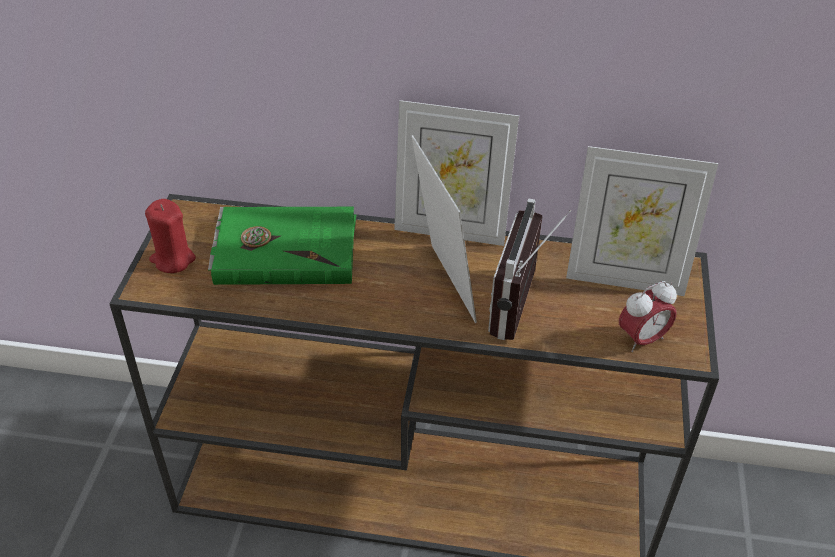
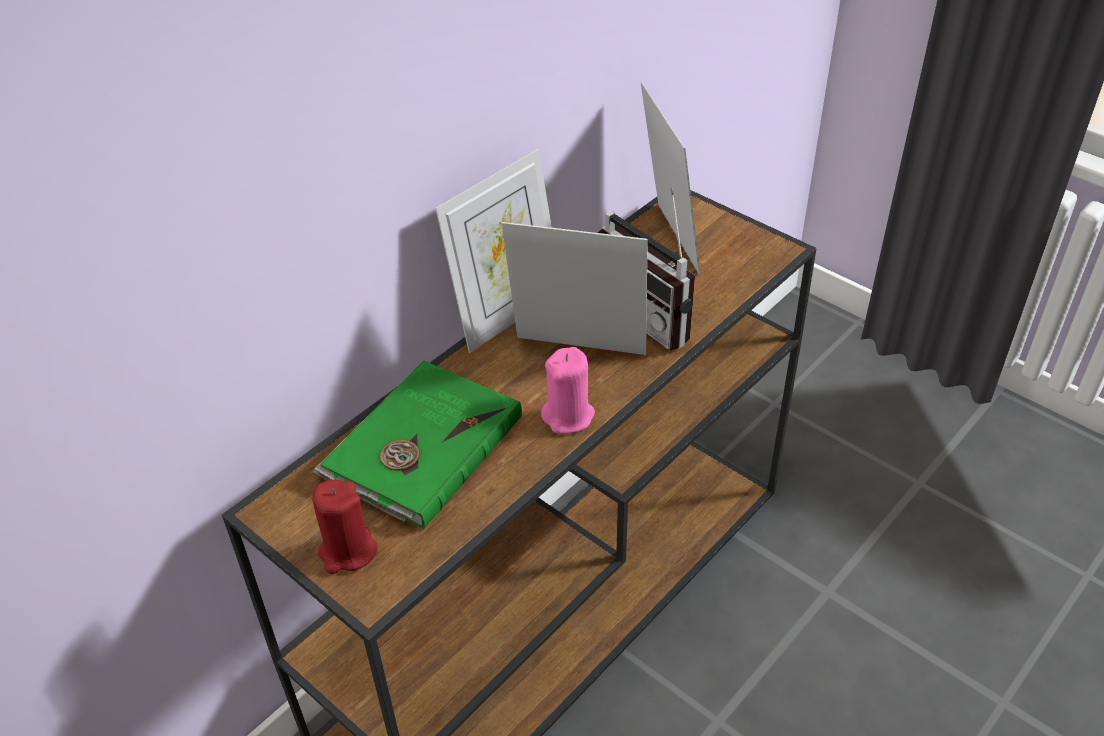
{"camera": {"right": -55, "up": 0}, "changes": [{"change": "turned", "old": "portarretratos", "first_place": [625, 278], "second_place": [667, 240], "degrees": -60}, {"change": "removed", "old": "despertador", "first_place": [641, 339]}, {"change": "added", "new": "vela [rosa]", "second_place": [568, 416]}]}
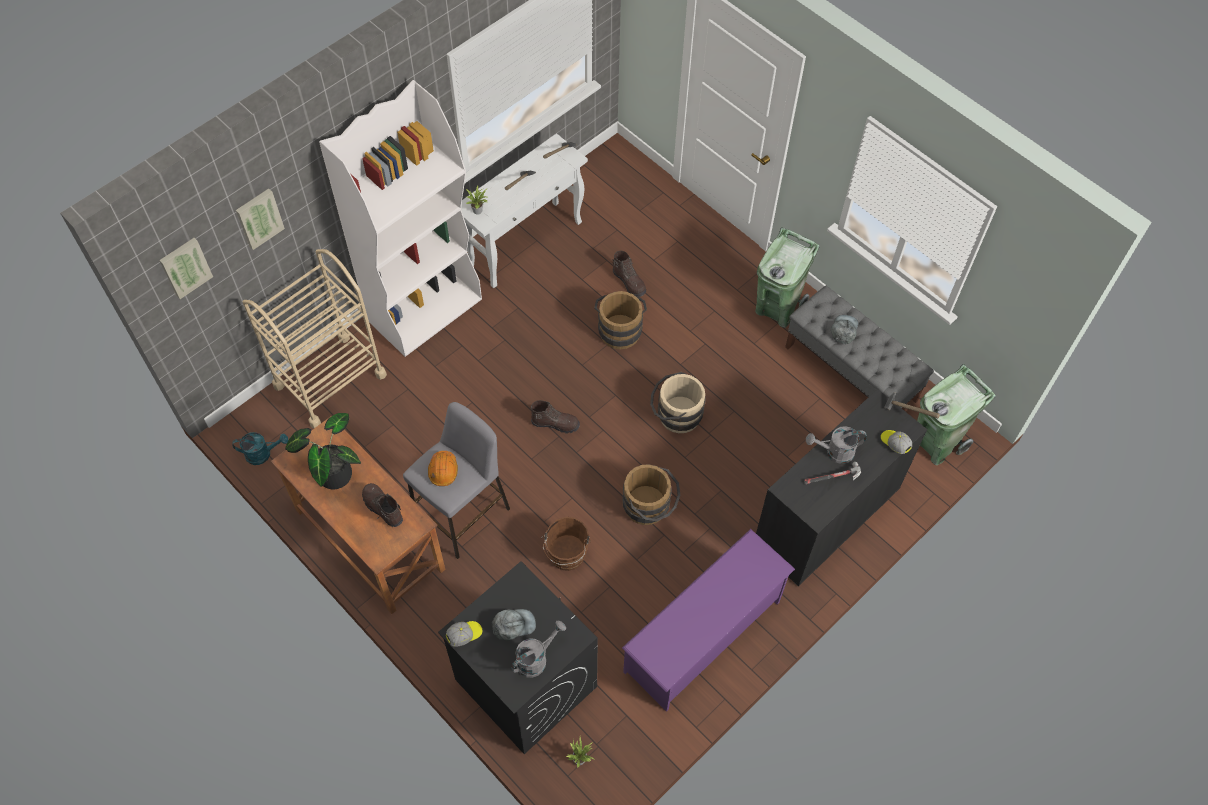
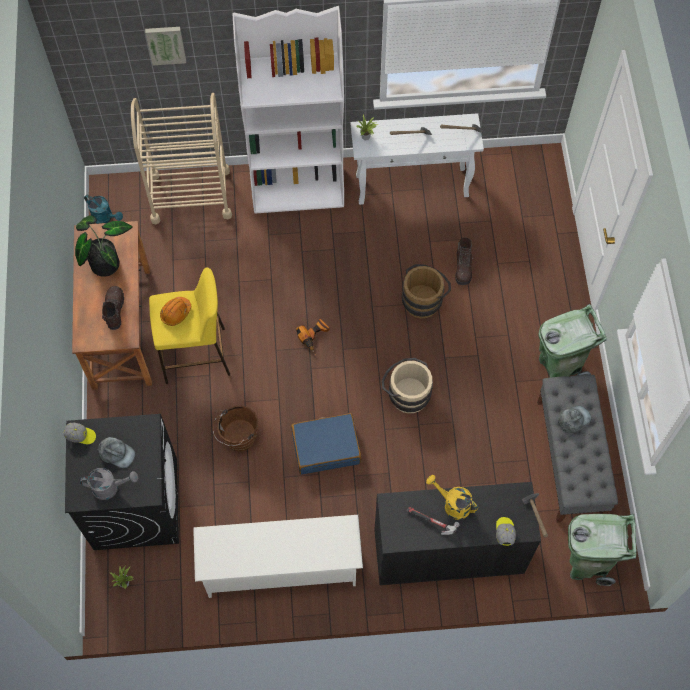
{"camera": {"right": 40, "up": 5}, "changes": [{"change": "removed", "old": "cuadro", "first_place": [185, 267]}, {"change": "replaced", "old": "bota [marrón]", "new": "taladro", "first_place": [555, 423], "second_place": [315, 336]}, {"change": "recoloured", "old": "taburete [gris]", "new": "taburete [amarillo]", "first_place": [463, 514], "second_place": [196, 355]}, {"change": "recoloured", "old": "regadera [gris]", "new": "regadera [amarillo]", "first_place": [835, 452], "second_place": [452, 504]}, {"change": "replaced", "old": "cubo [marrón]", "new": "maleta [azul]", "first_place": [649, 508], "second_place": [326, 447]}, {"change": "recoloured", "old": "zapatero [morado]", "new": "zapatero [blanco]", "first_place": [703, 636], "second_place": [280, 567]}]}
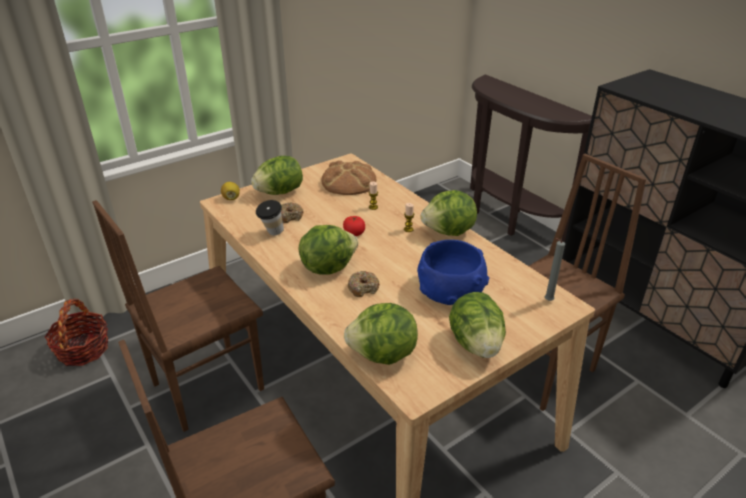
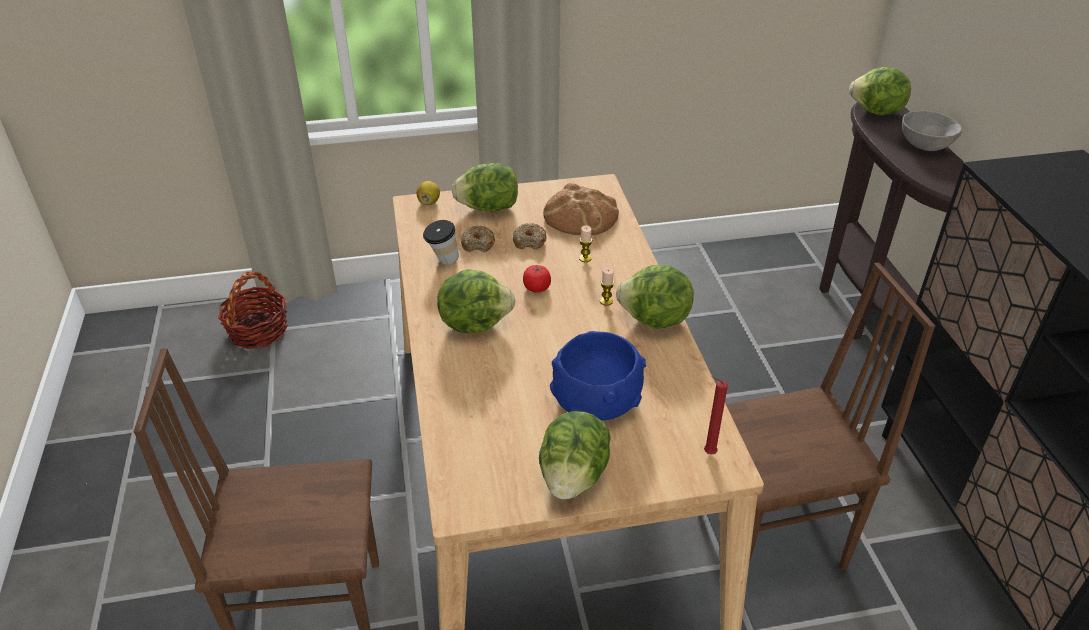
{"camera": {"right": 25, "up": 5}, "changes": [{"change": "removed", "old": "silla [marrón]", "first_place": [206, 386]}, {"change": "recoloured", "old": "vela [gris]", "new": "vela [rojo]", "first_place": [547, 301], "second_place": [707, 453]}, {"change": "moved", "old": "rosquilla", "first_place": [363, 288], "second_place": [529, 241]}, {"change": "moved", "old": "lechuga", "first_place": [383, 355], "second_place": [876, 112]}, {"change": "added", "new": "cuenco [gris]", "second_place": [924, 145]}]}
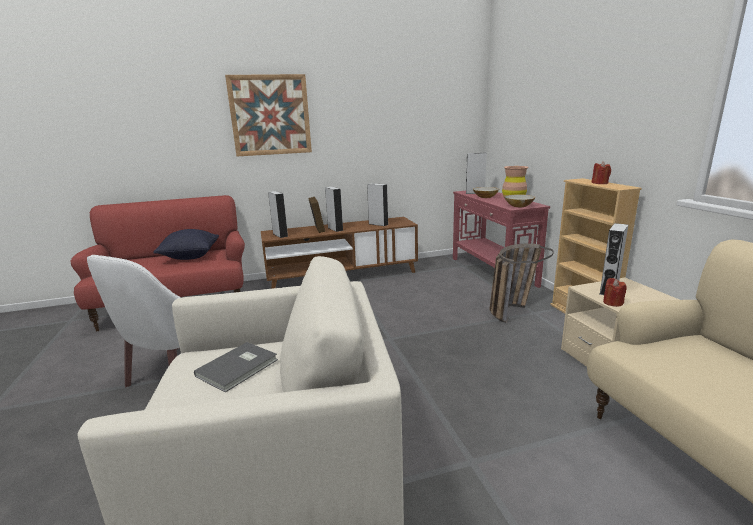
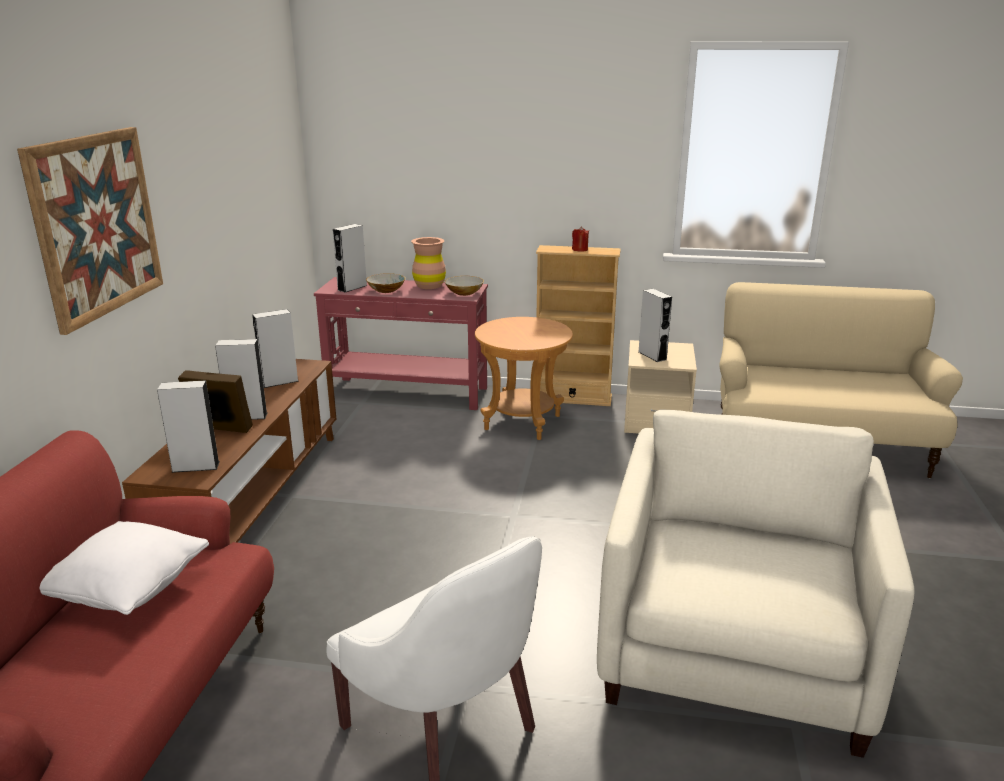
{"camera": {"right": -65, "up": 5}, "changes": [{"change": "recoloured", "old": "cojín [negro]", "new": "cojín [blanco]", "first_place": [190, 257], "second_place": [129, 592]}, {"change": "replaced", "old": "cesta", "new": "mesa auxiliar [marrón]", "first_place": [513, 310], "second_place": [522, 422]}, {"change": "removed", "old": "vela [rojo]", "first_place": [612, 303]}, {"change": "removed", "old": "libro [gris]", "first_place": [239, 368]}]}
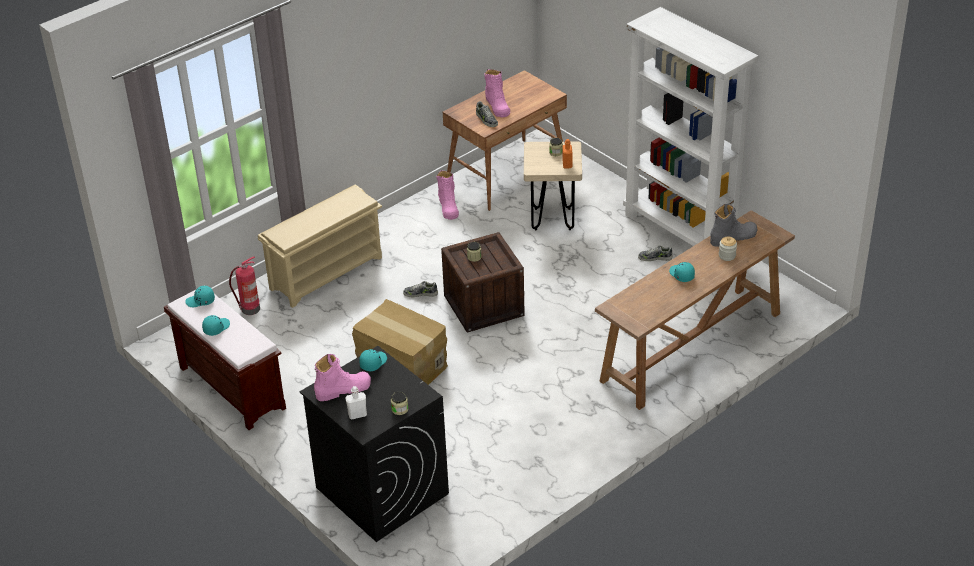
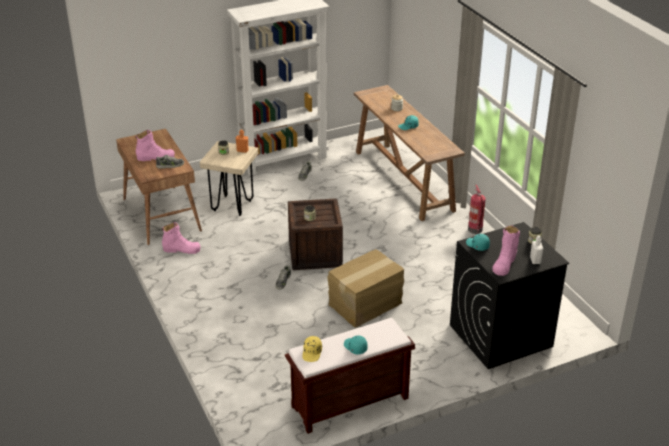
{"camera": {"right": -75, "up": -5}, "changes": [{"change": "removed", "old": "zapatero [beis]", "first_place": [326, 272]}, {"change": "removed", "old": "bota [gris]", "first_place": [733, 237]}, {"change": "moved", "old": "extintor", "first_place": [250, 309], "second_place": [475, 230]}, {"change": "recoloured", "old": "gorra [turquesa]", "new": "gorra [amarillo]", "first_place": [200, 301], "second_place": [312, 353]}, {"change": "turned", "old": "bota [rosa]", "first_place": [343, 390], "second_place": [504, 263], "degrees": -150}]}
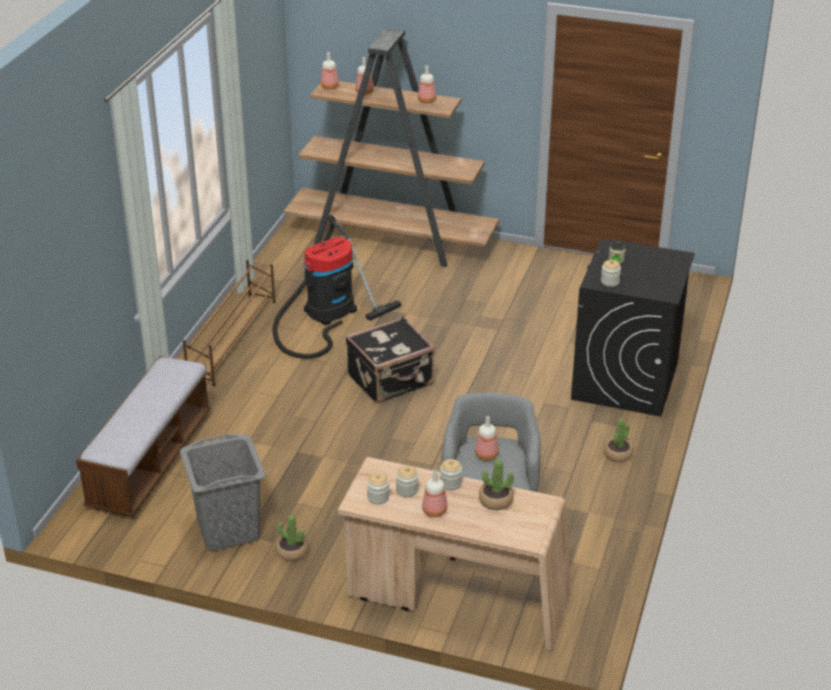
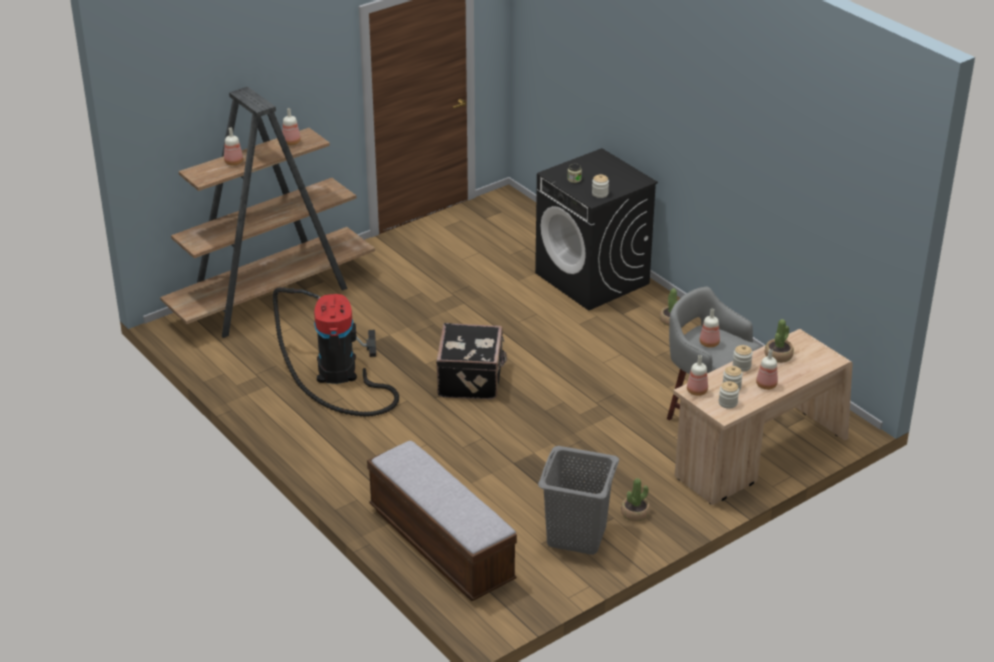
{"camera": {"right": -55, "up": 0}, "changes": [{"change": "moved", "old": "botella", "first_place": [329, 86], "second_place": [696, 391]}, {"change": "removed", "old": "zapatero [marrón]", "first_place": [233, 339]}]}
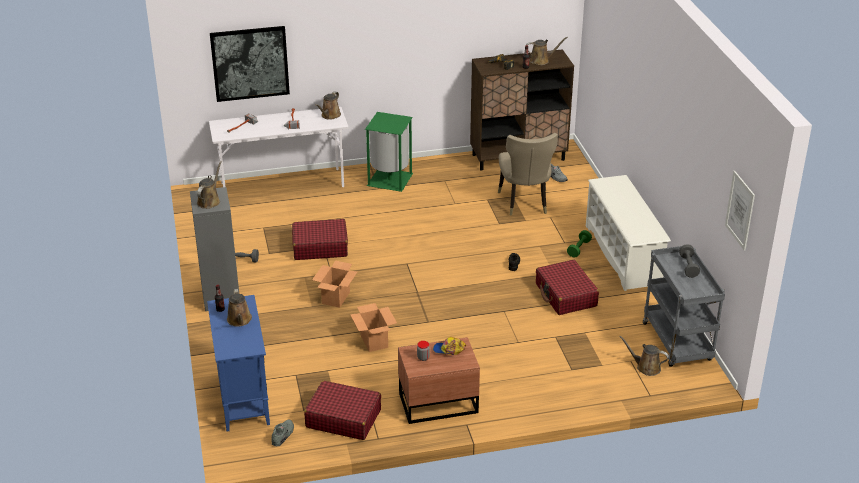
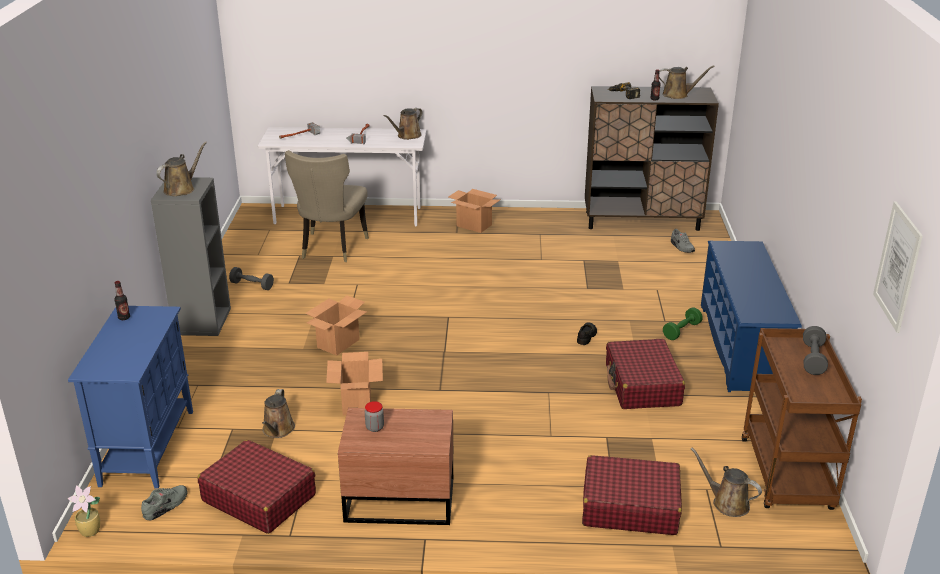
{"camera": {"right": 15, "up": -5}, "changes": [{"change": "removed", "old": "cuadro", "first_place": [250, 63]}, {"change": "replaced", "old": "papelera [verde]", "new": "caja de cartón", "first_place": [389, 180], "second_place": [473, 225]}, {"change": "moved", "old": "silla [beis]", "first_place": [525, 203], "second_place": [331, 249]}, {"change": "recoloured", "old": "zapatero [blanco]", "new": "zapatero [azul]", "first_place": [623, 254], "second_place": [741, 346]}, {"change": "moved", "old": "maleta [rojo]", "first_place": [320, 247], "second_place": [629, 507]}, {"change": "recoloured", "old": "carrito [gris]", "new": "carrito [marrón]", "first_place": [678, 343], "second_place": [788, 476]}, {"change": "moved", "old": "regadera [marrón]", "first_place": [239, 320], "second_place": [278, 430]}, {"change": "removed", "old": "gorra", "first_place": [449, 350]}, {"change": "added", "new": "planta en maceta", "second_place": [91, 531]}]}
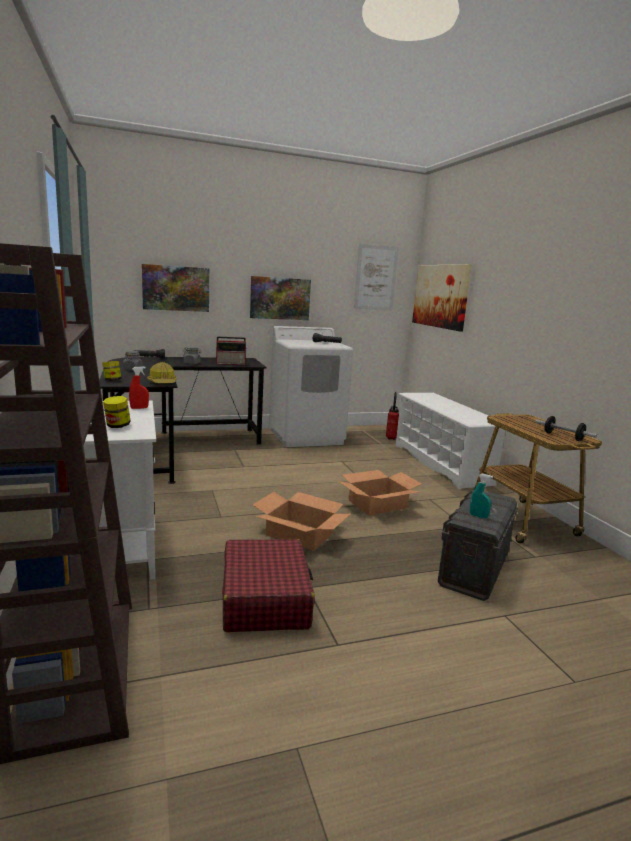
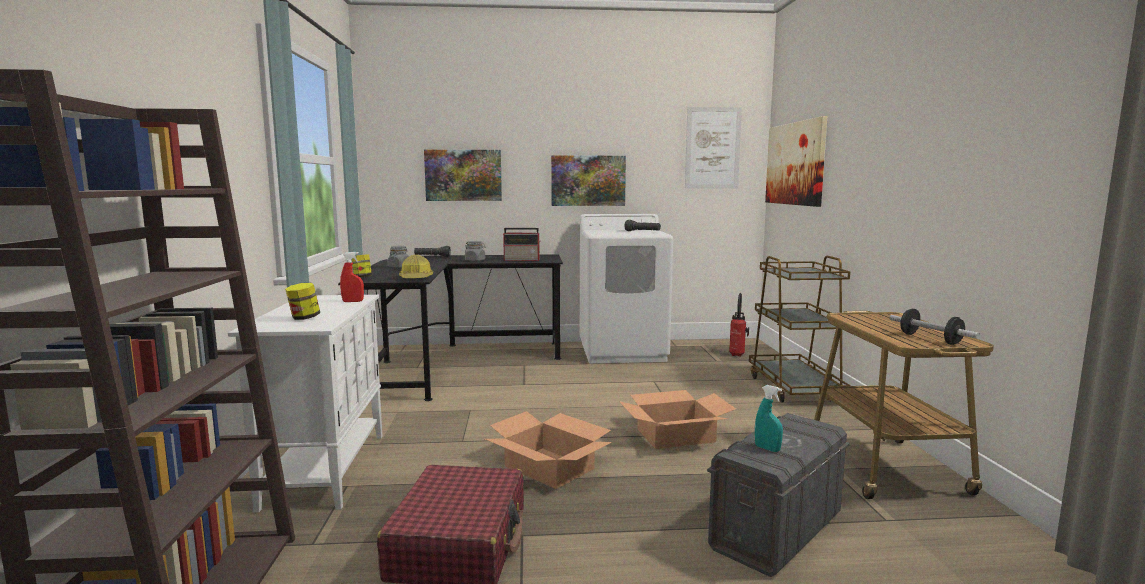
{"camera": {"right": 15, "up": -5}, "changes": [{"change": "replaced", "old": "zapatero [blanco]", "new": "carrito [marrón]", "first_place": [441, 464], "second_place": [794, 388]}]}
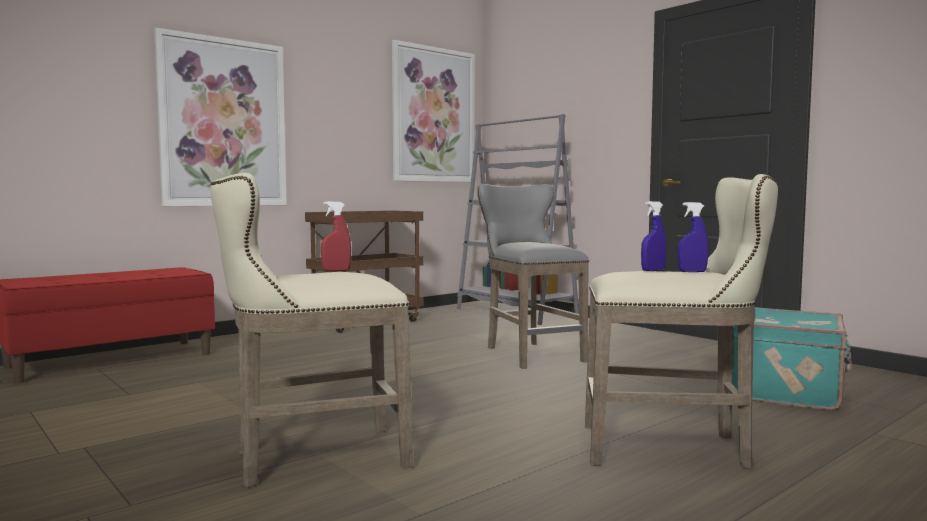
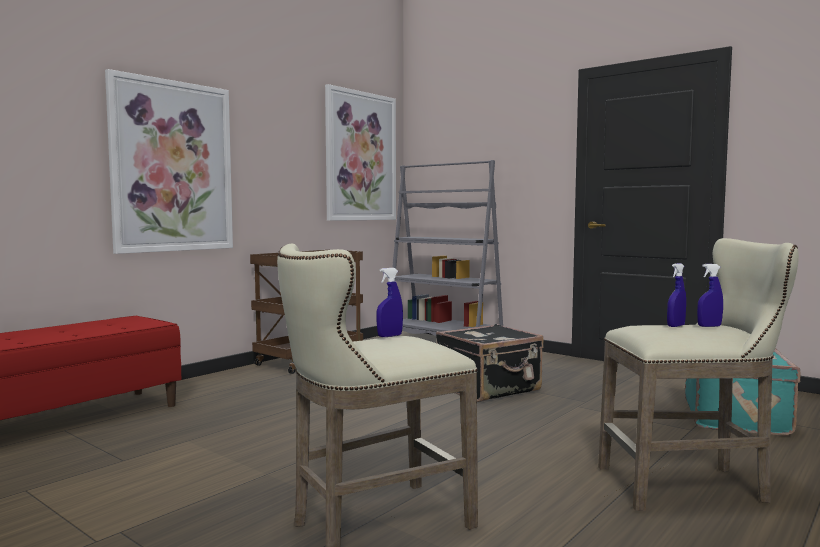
{"camera": {"right": -10, "up": 0}, "changes": [{"change": "replaced", "old": "taburete [gris]", "new": "maleta [negro]", "first_place": [530, 353], "second_place": [490, 389]}, {"change": "recoloured", "old": "pulverizador [rojo]", "new": "pulverizador [azul]", "first_place": [336, 270], "second_place": [389, 336]}]}
